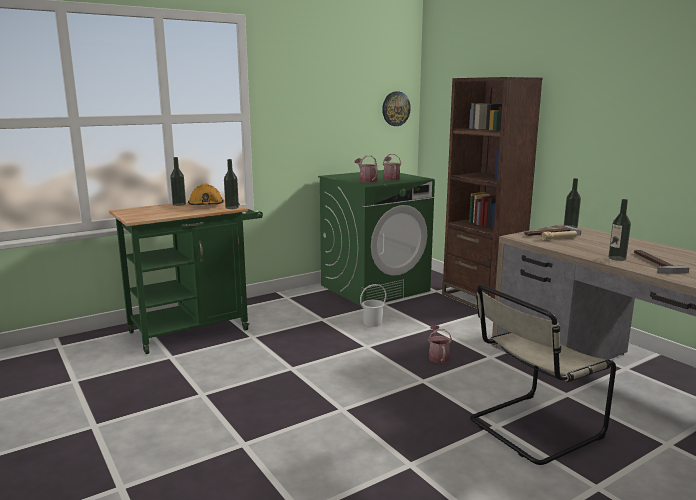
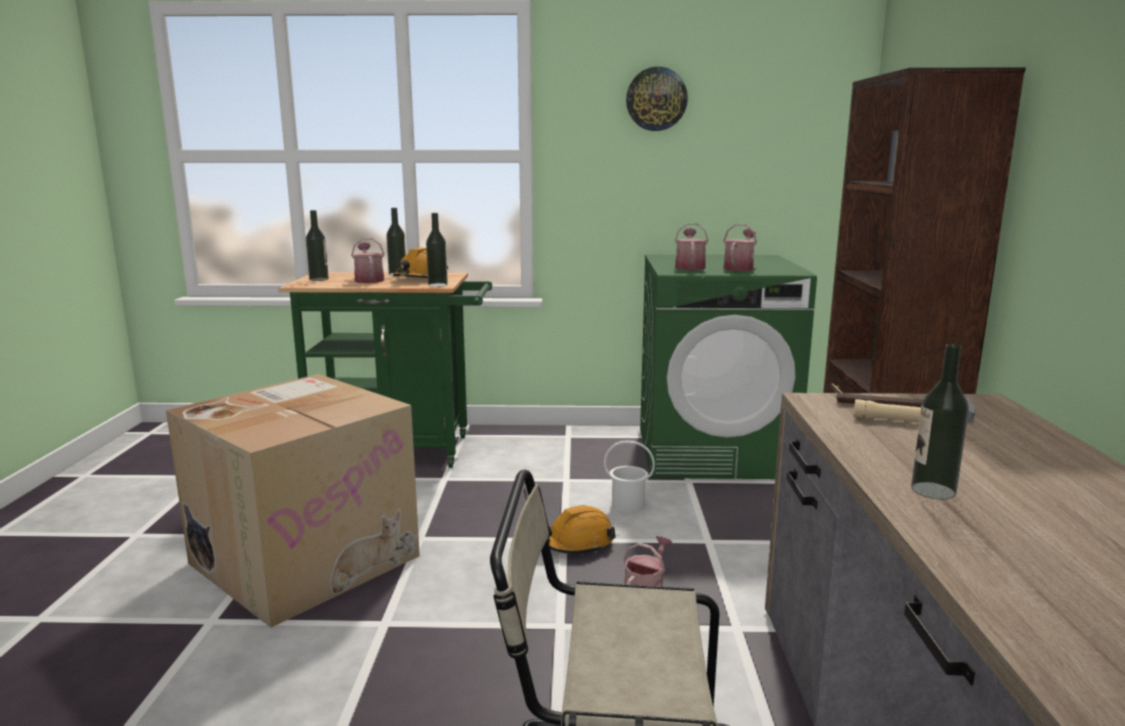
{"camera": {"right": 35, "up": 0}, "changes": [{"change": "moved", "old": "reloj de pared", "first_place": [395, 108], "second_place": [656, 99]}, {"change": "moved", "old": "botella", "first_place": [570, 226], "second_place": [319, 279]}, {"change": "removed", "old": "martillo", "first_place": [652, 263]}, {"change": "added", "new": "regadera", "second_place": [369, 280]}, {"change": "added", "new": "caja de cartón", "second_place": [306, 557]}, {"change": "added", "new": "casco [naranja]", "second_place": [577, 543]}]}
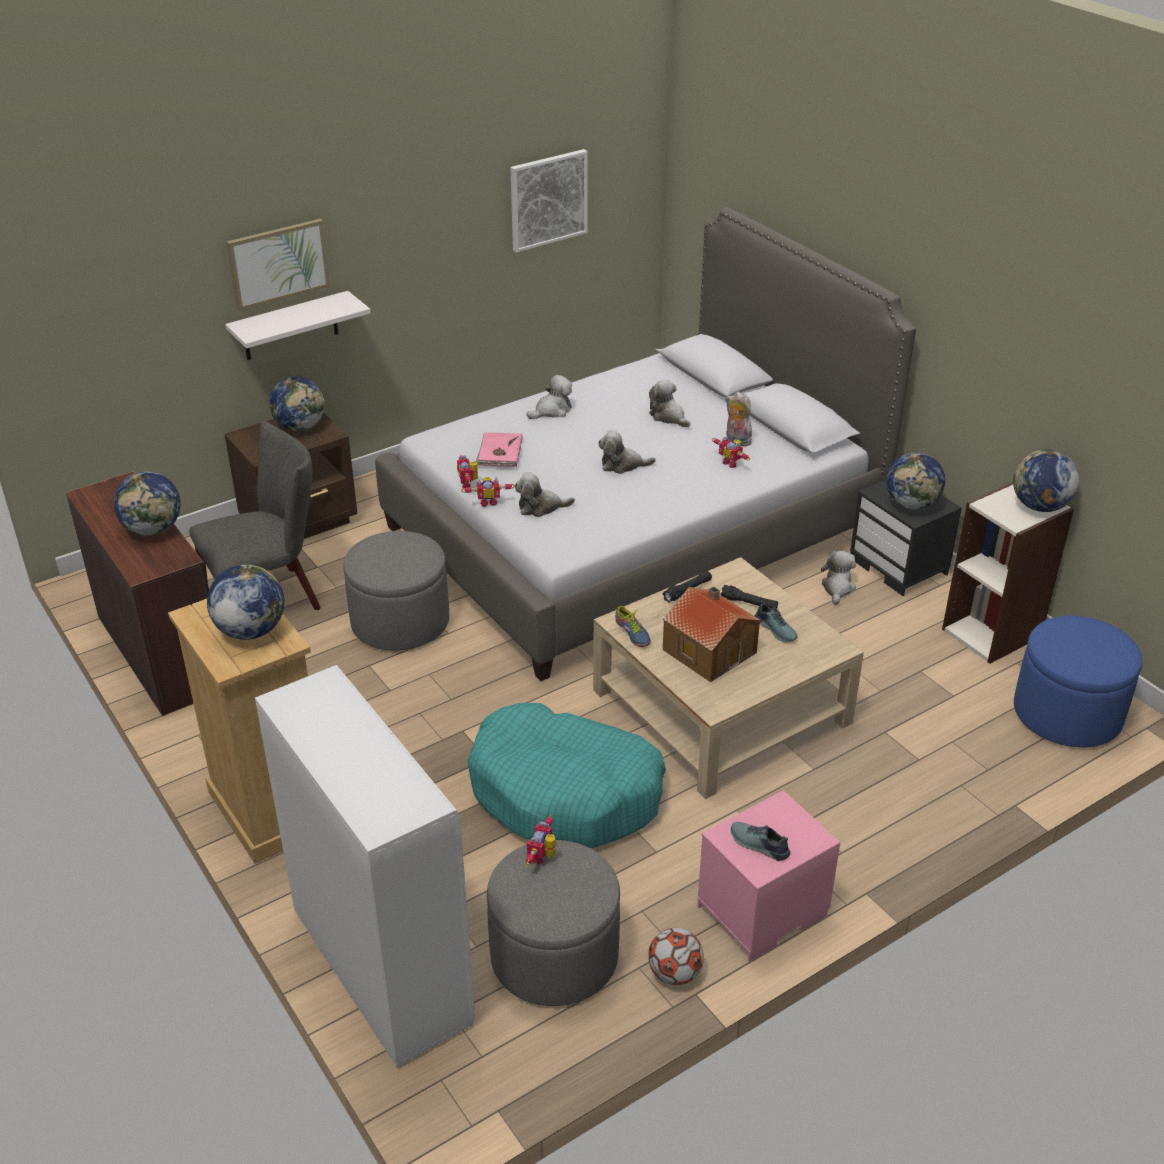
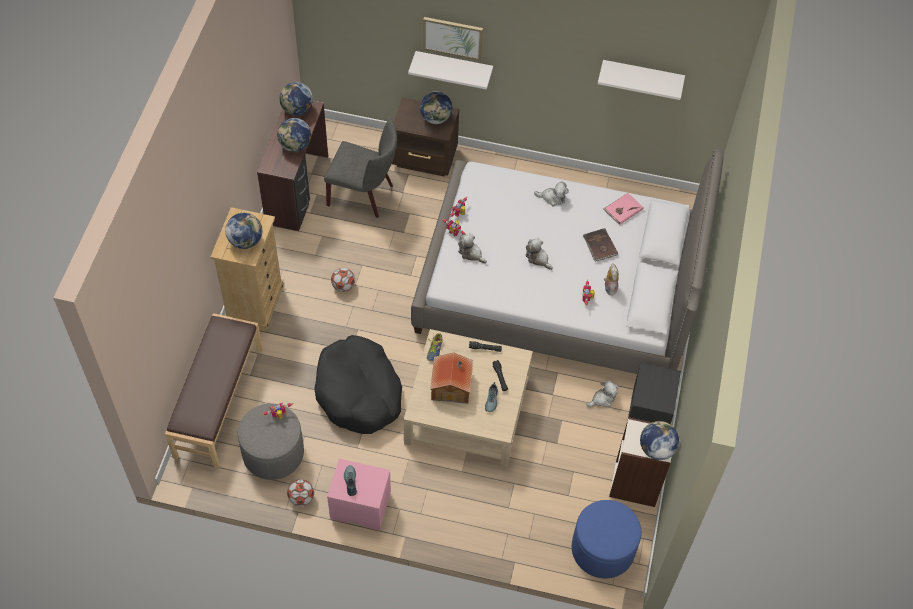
{"camera": {"right": 45, "up": 20}, "changes": [{"change": "replaced", "old": "cuadro", "new": "estante [blanco]", "first_place": [548, 200], "second_place": [642, 76]}, {"change": "replaced", "old": "peluche", "new": "libro [marrón]", "first_place": [668, 417], "second_place": [599, 246]}, {"change": "moved", "old": "libro [rosa]", "first_place": [499, 452], "second_place": [622, 209]}, {"change": "moved", "old": "globo terráqueo", "first_place": [912, 505], "second_place": [297, 110]}, {"change": "removed", "old": "puf [gris]", "first_place": [400, 622]}, {"change": "replaced", "old": "armario [blanco]", "new": "banco [marrón]", "first_place": [380, 966], "second_place": [218, 402]}, {"change": "recoloured", "old": "cama para perro [turquesa]", "new": "cama para perro [negro]", "first_place": [565, 792], "second_place": [359, 392]}, {"change": "added", "new": "balón de fútbol", "second_place": [343, 286]}]}
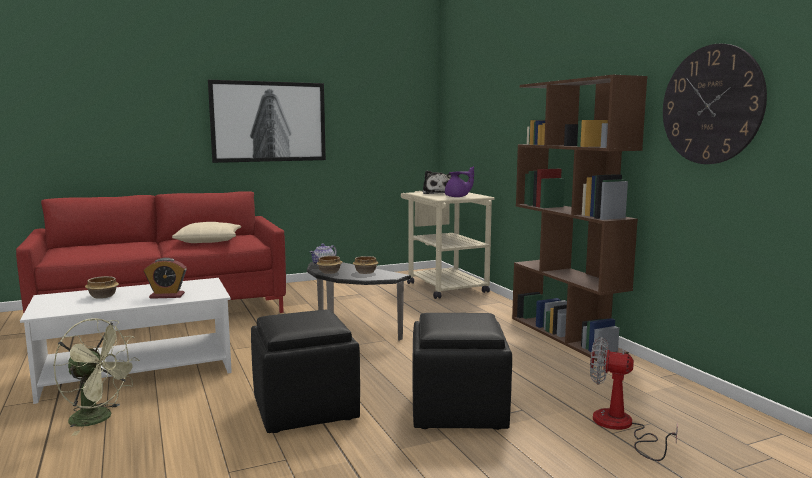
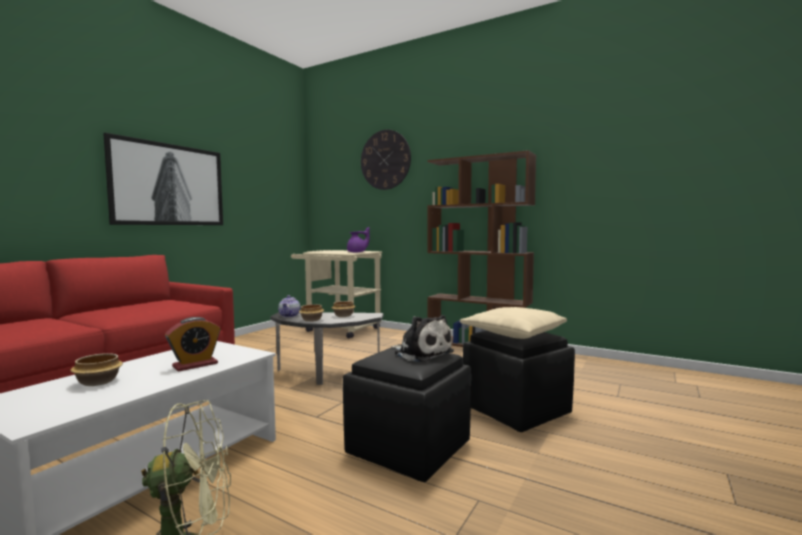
{"camera": {"right": -35, "up": -5}, "changes": [{"change": "moved", "old": "reloj de pared", "first_place": [711, 105], "second_place": [385, 160]}, {"change": "moved", "old": "peluche", "first_place": [437, 193], "second_place": [421, 353]}, {"change": "moved", "old": "cojín [beis]", "first_place": [209, 240], "second_place": [513, 332]}, {"change": "removed", "old": "ventilador", "first_place": [620, 427]}]}
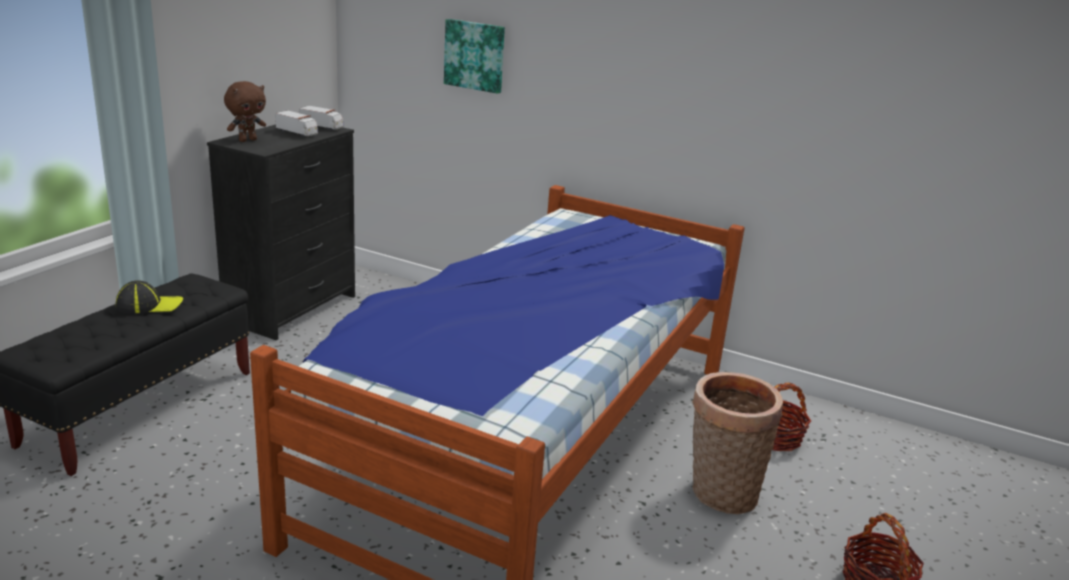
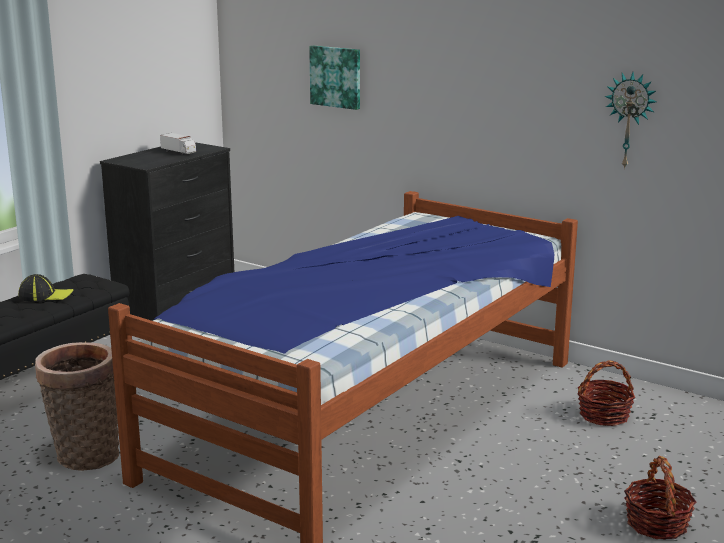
{"camera": {"right": 10, "up": -5}, "changes": [{"change": "removed", "old": "peluche [marrón]", "first_place": [247, 140]}, {"change": "removed", "old": "camión de juguete", "first_place": [322, 127]}, {"change": "moved", "old": "cesta", "first_place": [720, 493], "second_place": [84, 455]}, {"change": "added", "new": "reloj de pared", "second_place": [630, 120]}]}
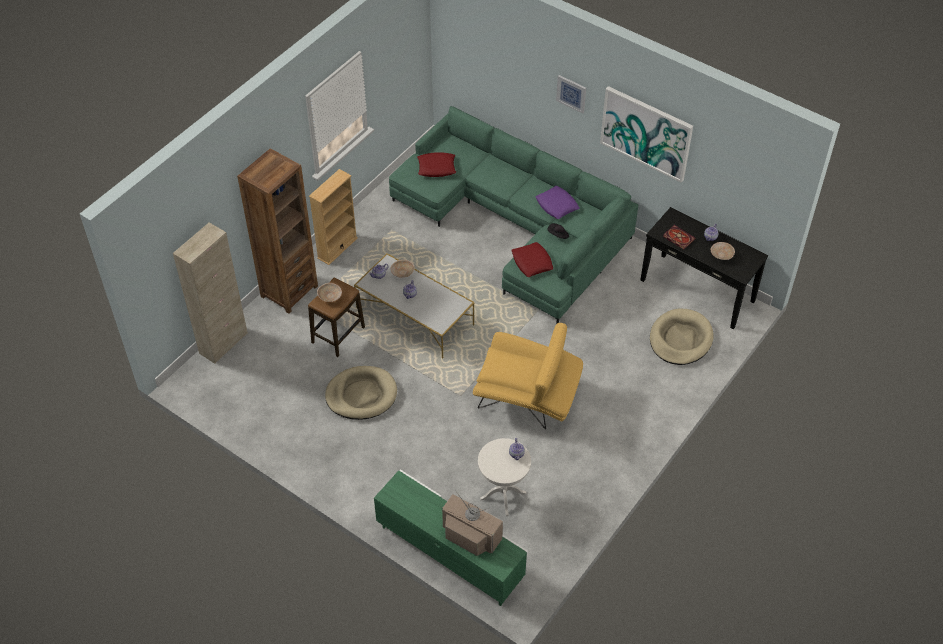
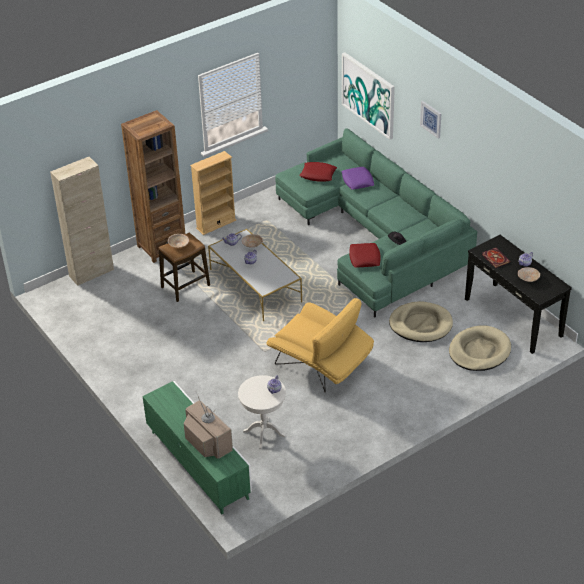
{"camera": {"right": 20, "up": -10}, "changes": [{"change": "moved", "old": "cuadro", "first_place": [646, 133], "second_place": [368, 95]}, {"change": "moved", "old": "cojín [morado]", "first_place": [557, 205], "second_place": [357, 181]}, {"change": "moved", "old": "cama para perro [beis]", "first_place": [361, 395], "second_place": [420, 324]}]}
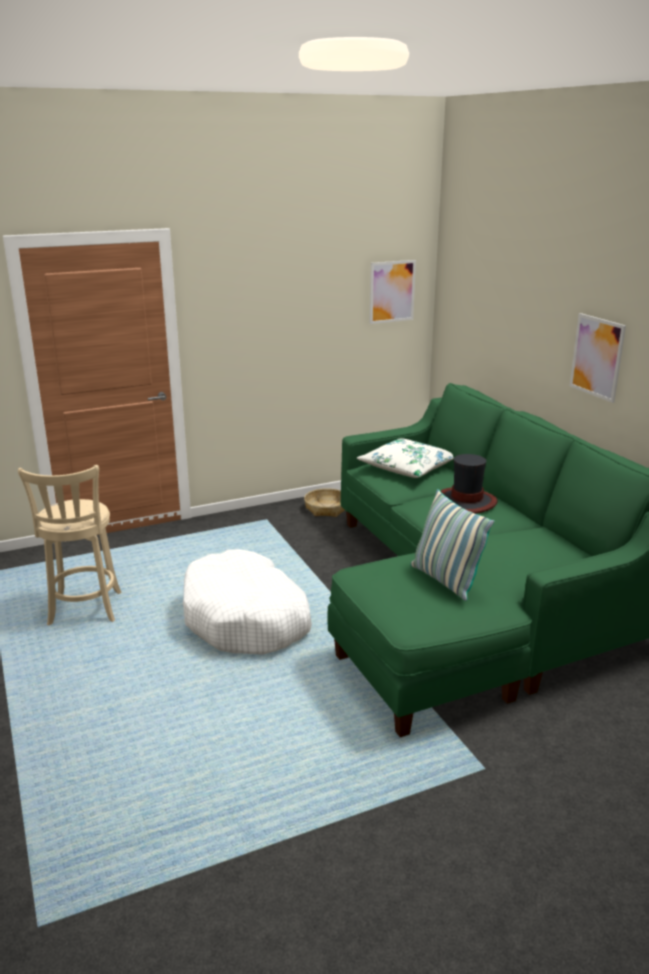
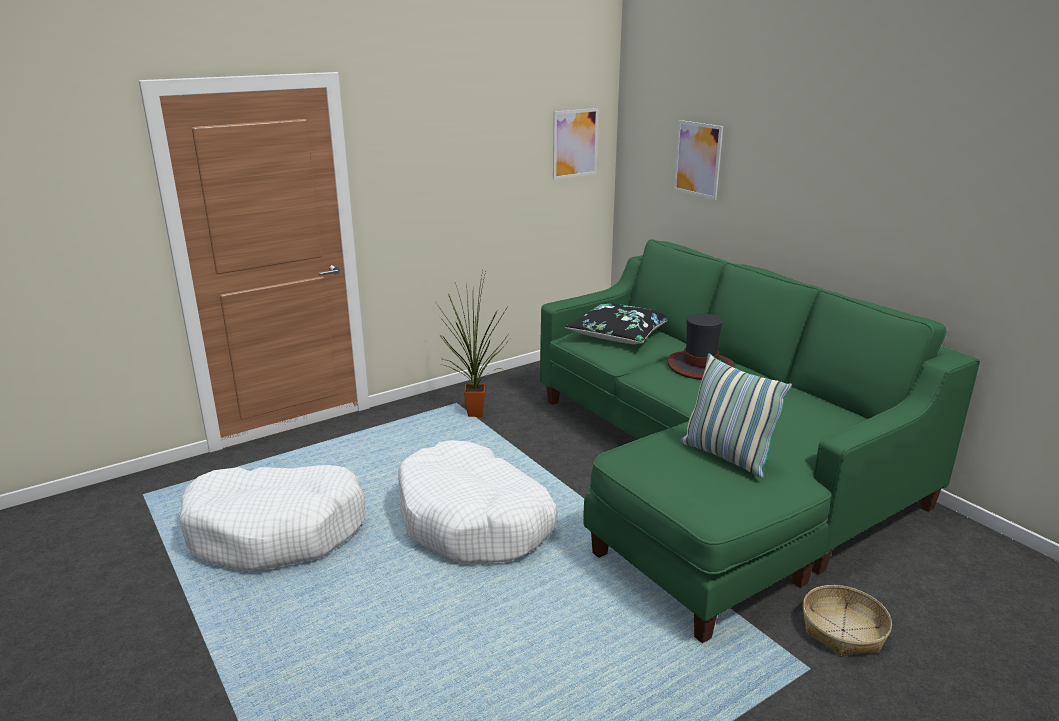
{"camera": {"right": -10, "up": 0}, "changes": [{"change": "moved", "old": "cuadro", "first_place": [597, 357], "second_place": [697, 159]}, {"change": "recoloured", "old": "cojín [blanco]", "new": "cojín [negro]", "first_place": [407, 468], "second_place": [618, 334]}, {"change": "replaced", "old": "taburete [beis]", "new": "cama para perro [blanco]", "first_place": [84, 611], "second_place": [277, 531]}, {"change": "moved", "old": "cesta", "first_place": [327, 509], "second_place": [843, 630]}, {"change": "added", "new": "planta en maceta", "second_place": [474, 415]}]}
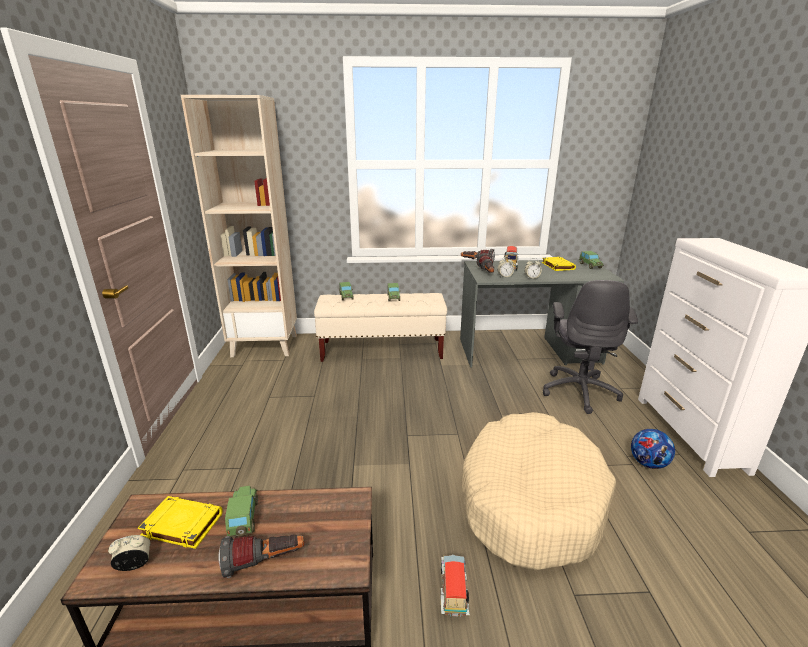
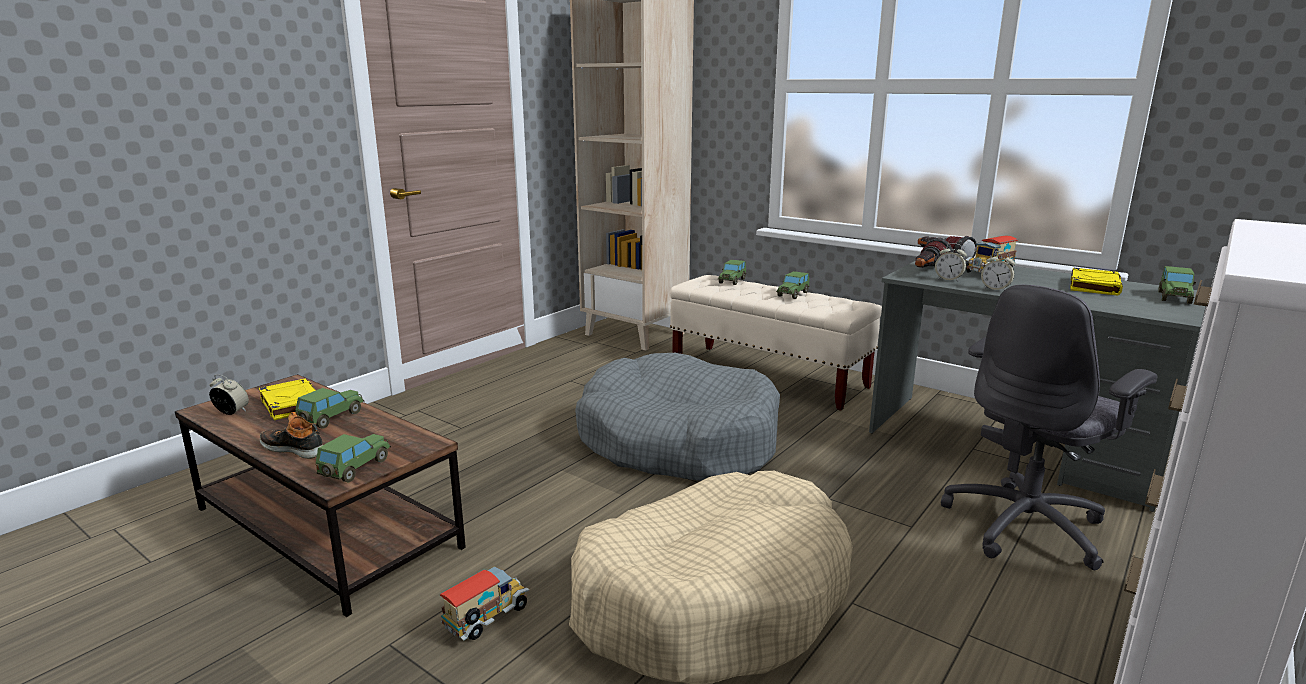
{"camera": {"right": 40, "up": -5}, "changes": [{"change": "removed", "old": "balón de fútbol", "first_place": [648, 463]}, {"change": "replaced", "old": "linterna", "new": "zapato", "first_place": [264, 562], "second_place": [295, 449]}, {"change": "added", "new": "cama para perro [gris]", "second_place": [678, 441]}, {"change": "added", "new": "coche de juguete", "second_place": [355, 468]}]}
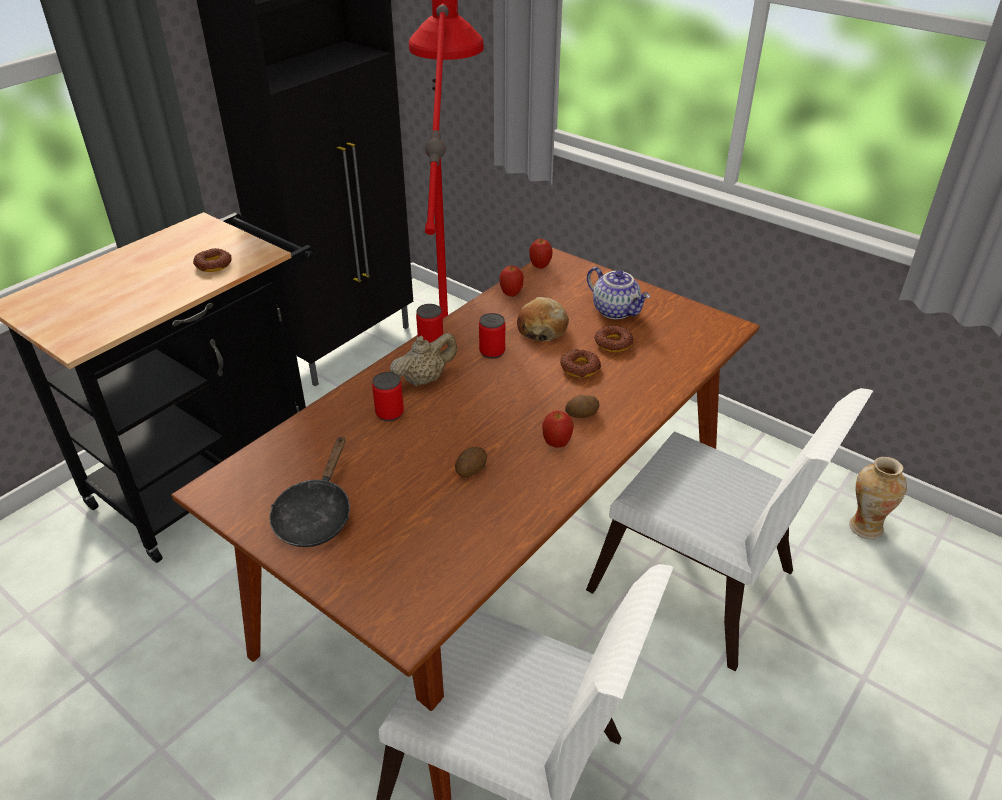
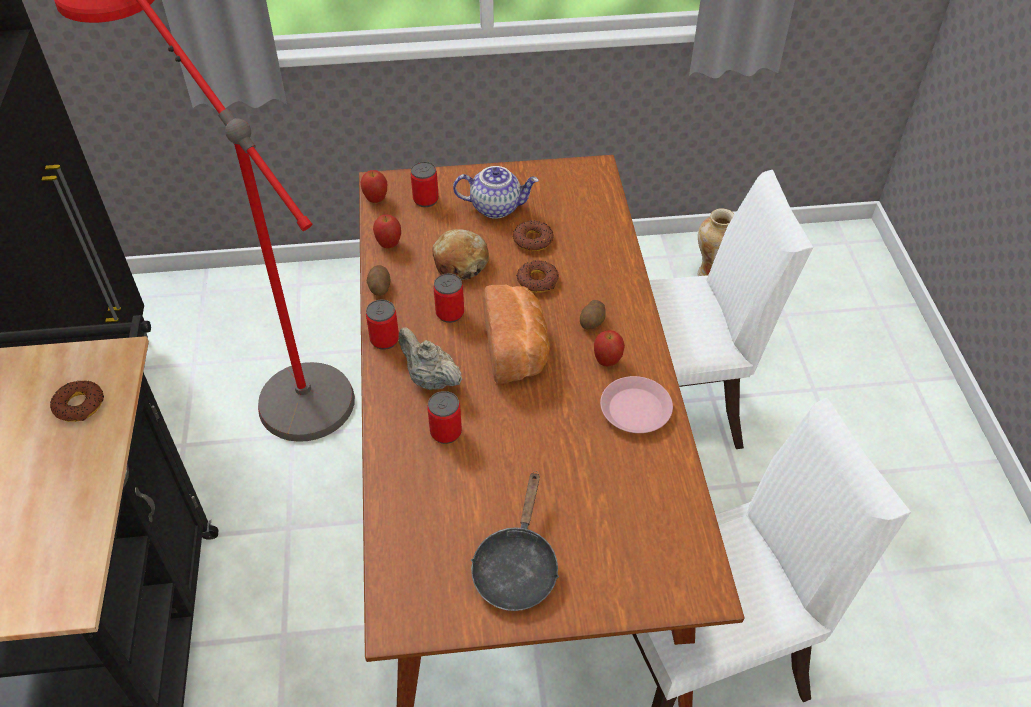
{"camera": {"right": -45, "up": 10}, "changes": [{"change": "turned", "old": "tetera [beis]", "first_place": [425, 379], "second_place": [430, 379], "degrees": -60}, {"change": "turned", "old": "sartén [negro]", "first_place": [315, 515], "second_place": [516, 567], "degrees": 45}, {"change": "moved", "old": "patata", "first_place": [470, 469], "second_place": [379, 287]}, {"change": "added", "new": "lata", "second_place": [426, 200]}, {"change": "added", "new": "pan", "second_place": [517, 349]}, {"change": "added", "new": "plato [rosa]", "second_place": [636, 409]}]}
